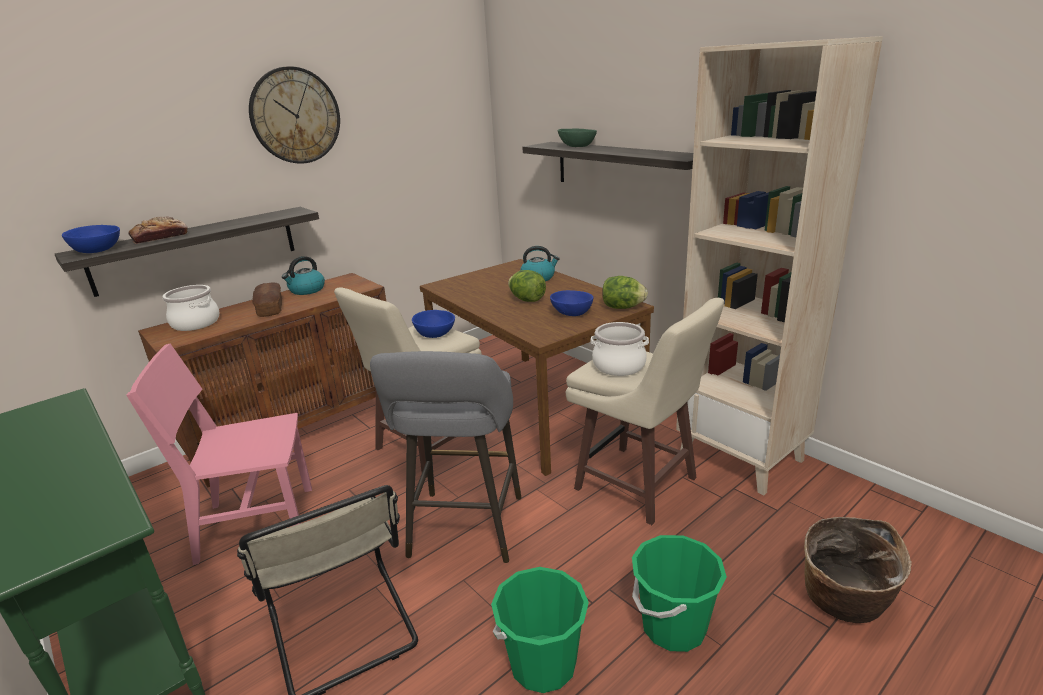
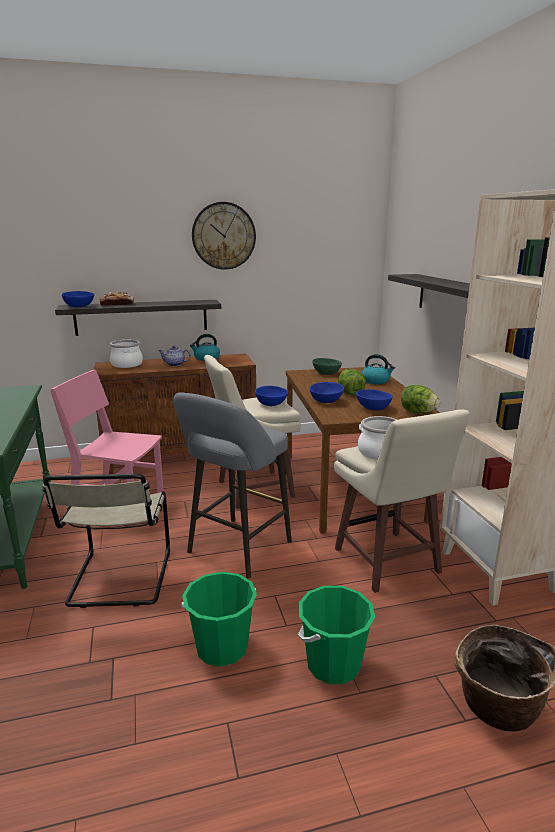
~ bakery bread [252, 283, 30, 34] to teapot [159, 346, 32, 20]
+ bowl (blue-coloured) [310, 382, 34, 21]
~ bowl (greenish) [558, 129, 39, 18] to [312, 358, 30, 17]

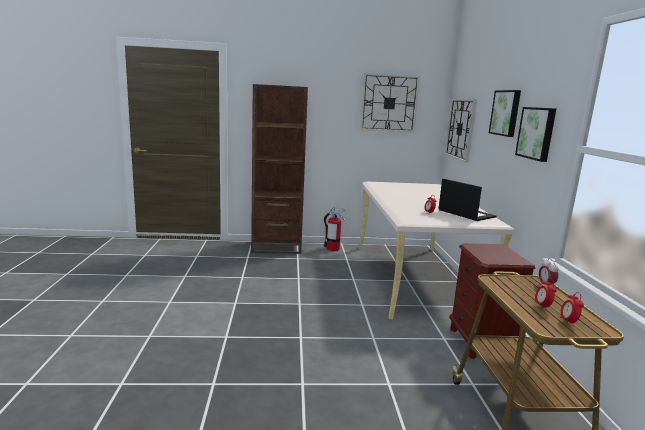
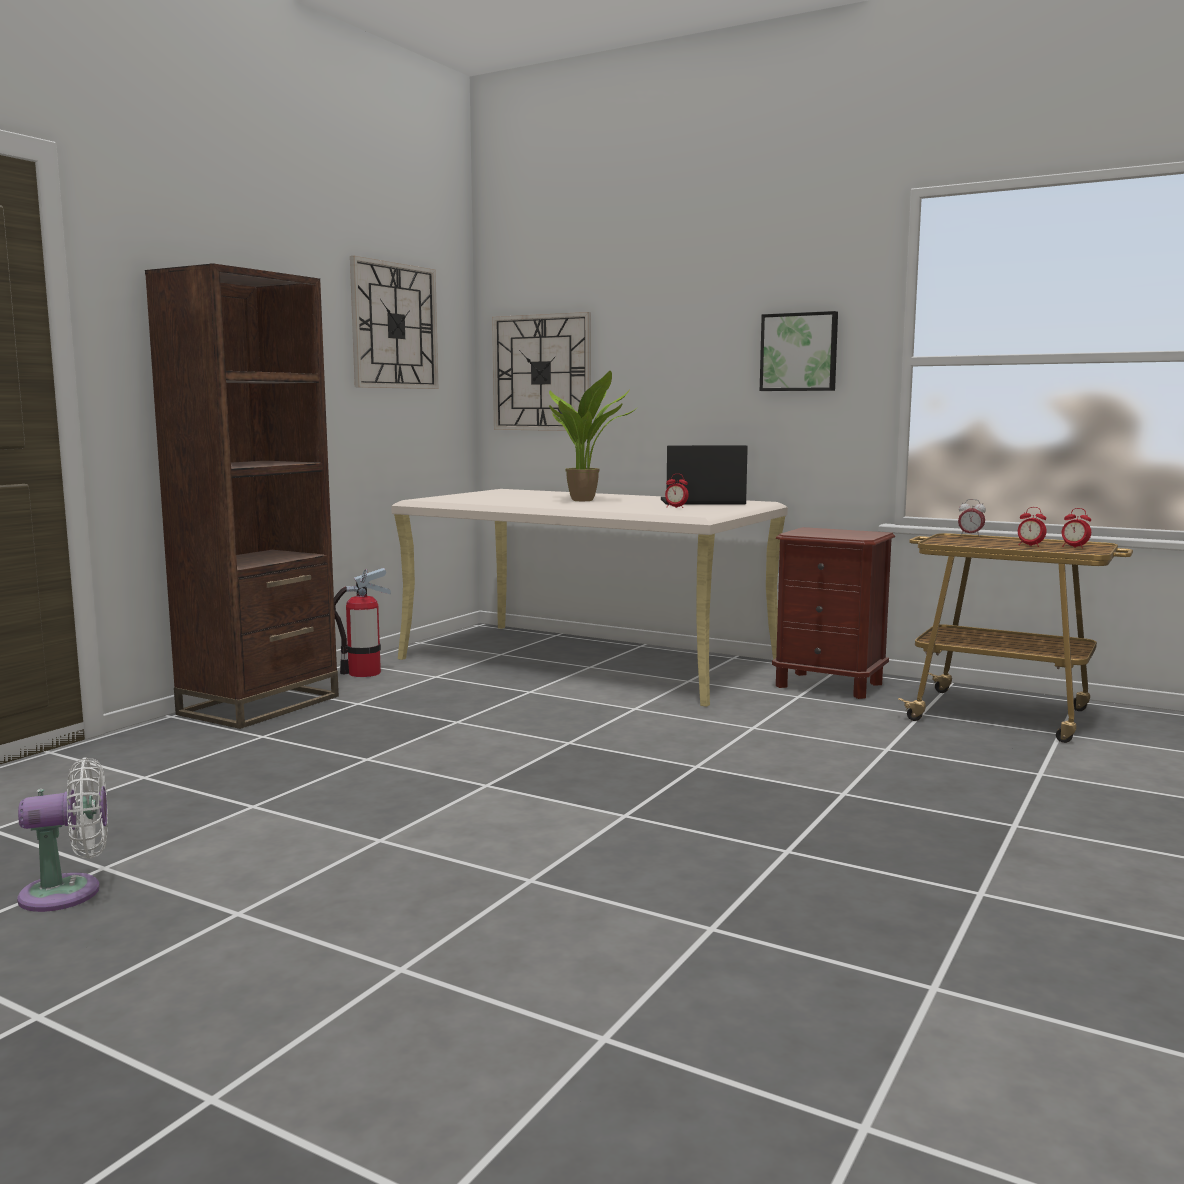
+ cooling fan (whitish) [17, 757, 91, 155]
+ potted plant [549, 371, 87, 130]
- wall picture [489, 90, 32, 47]

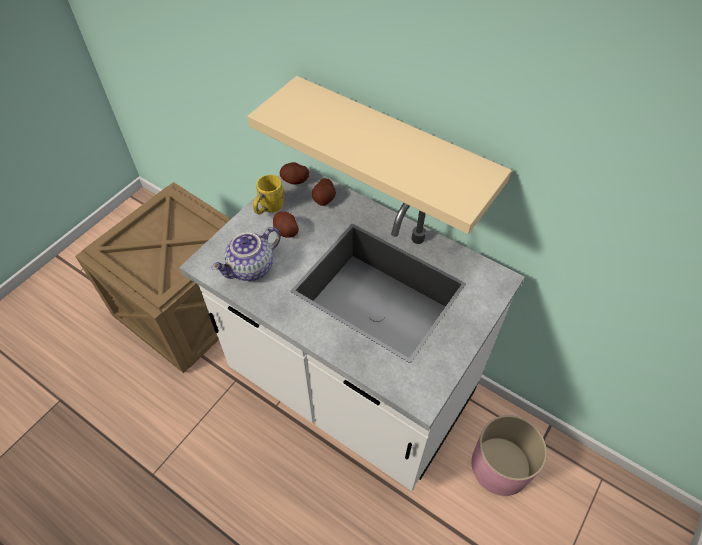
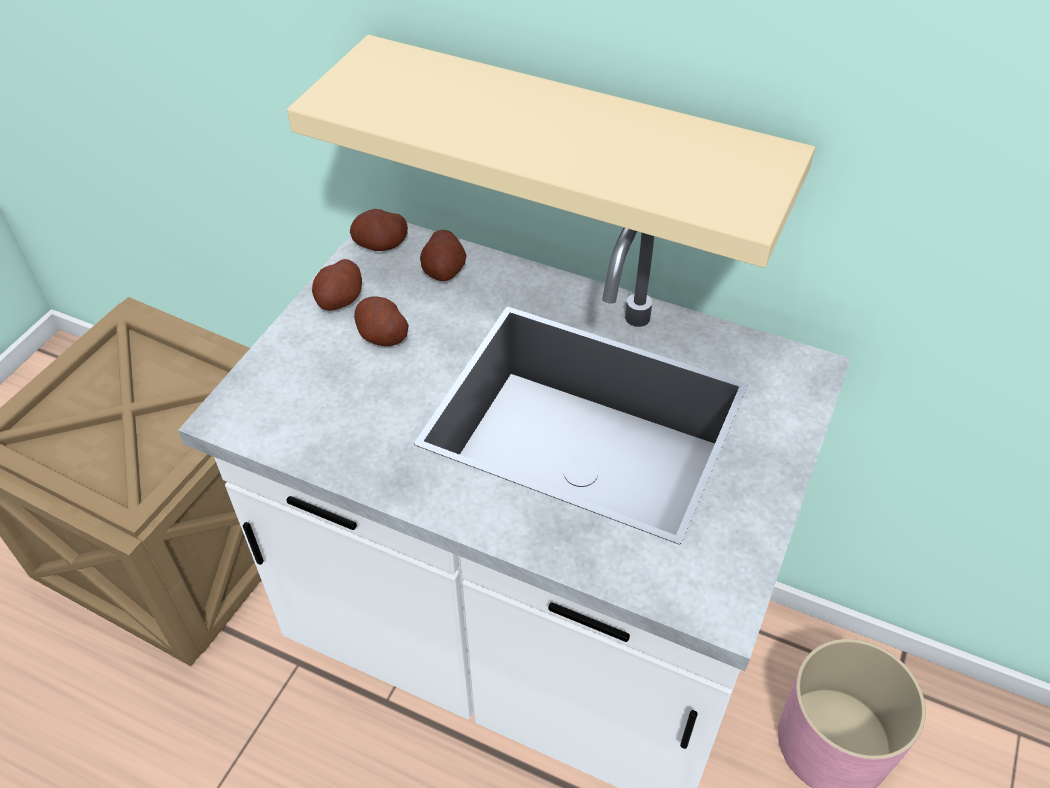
~ mug (yellow) [253, 175, 31, 39] to potato [312, 259, 50, 51]
- teapot [211, 227, 70, 54]

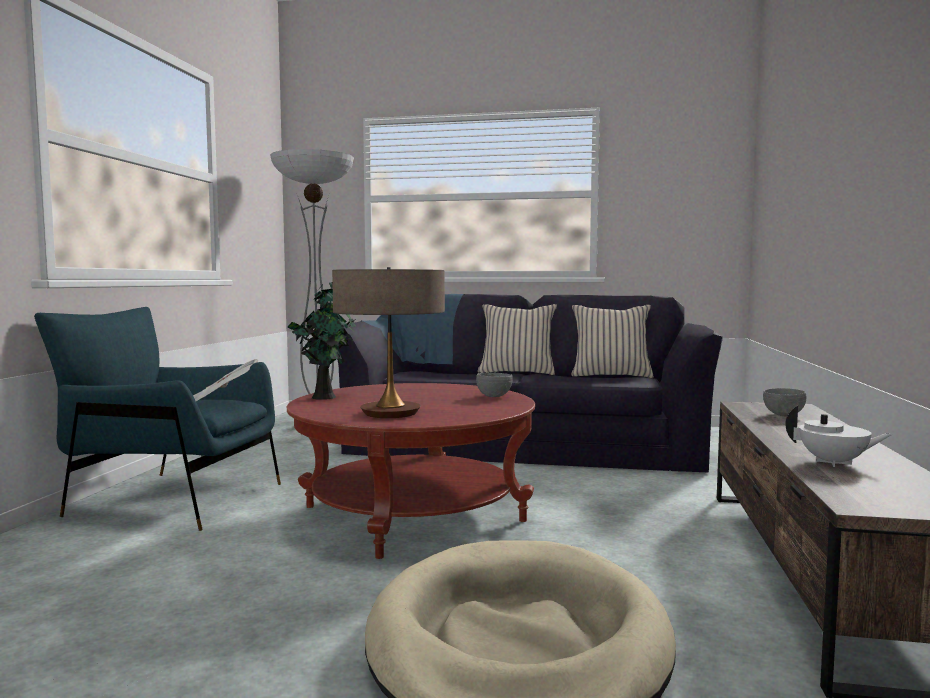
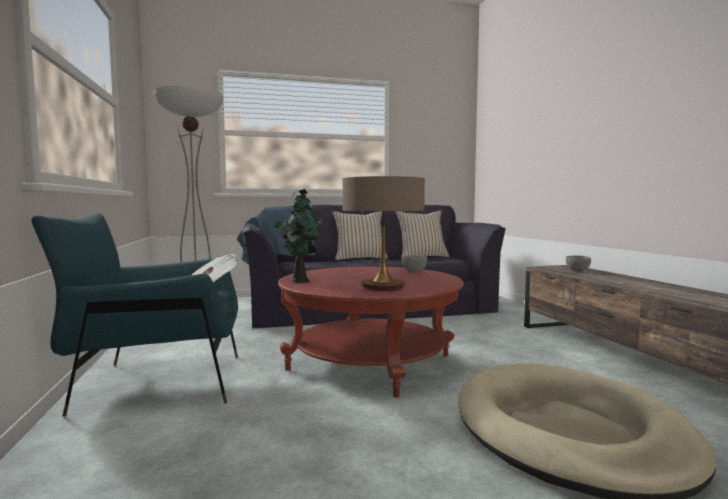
- teapot (whitish) [785, 405, 108, 62]

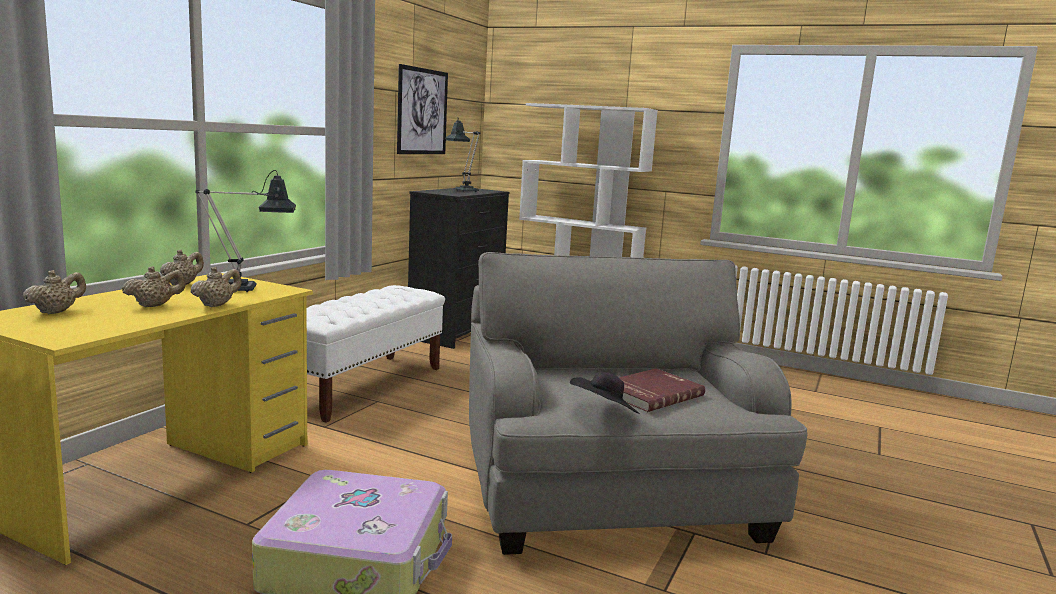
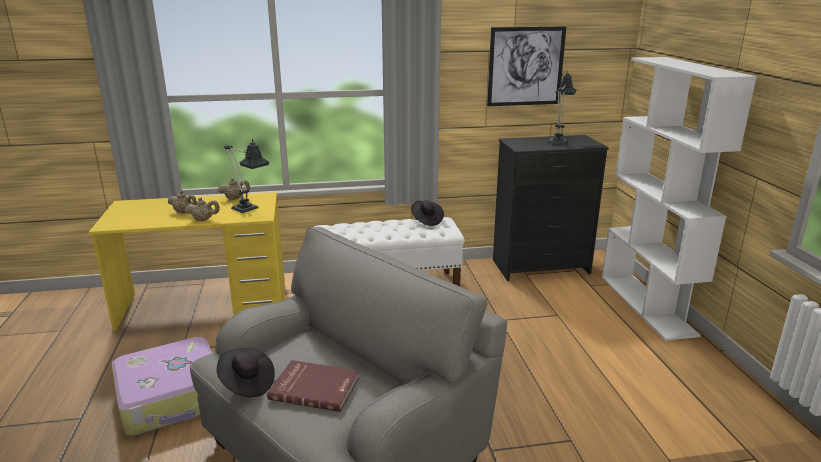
+ clothing hat (black) [411, 200, 33, 26]
- teapot (sand-coloured) [23, 270, 63, 44]

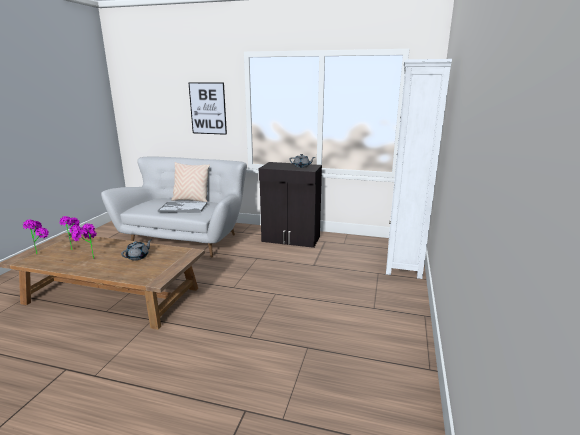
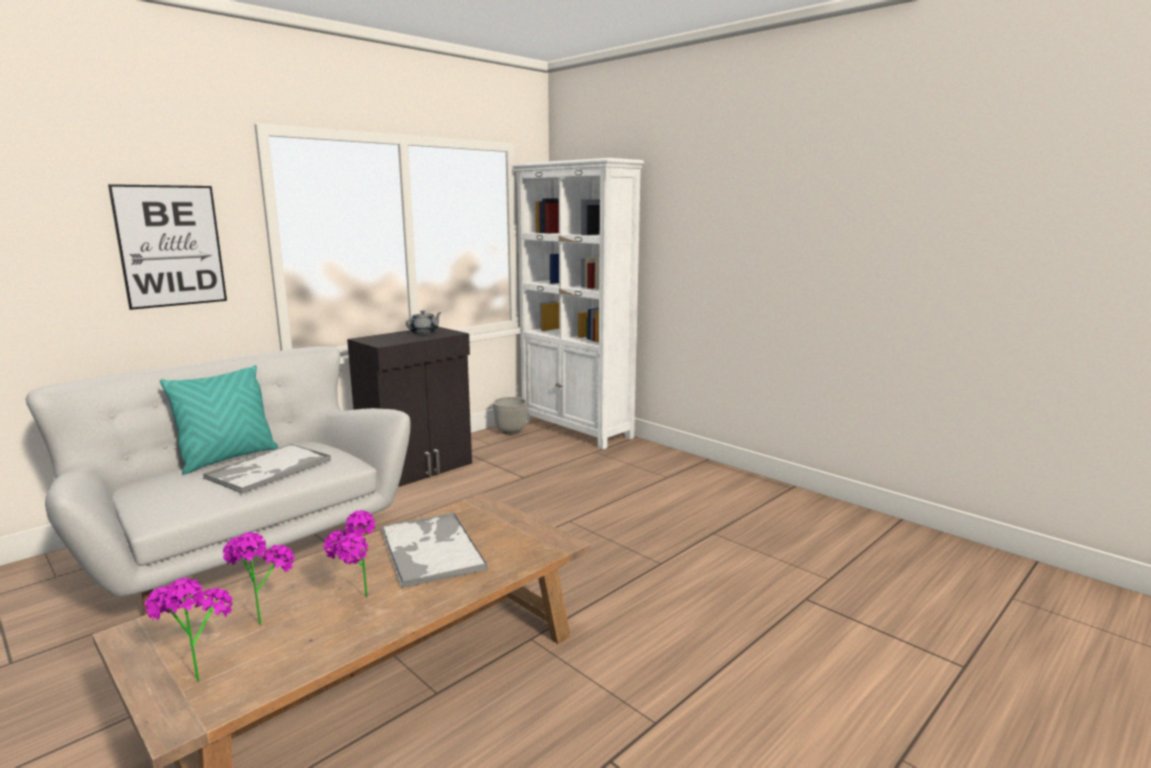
~ pillow (sand-coloured) [171, 162, 39, 40] to pillow (blue-green) [160, 365, 118, 110]
~ teapot (greyish) [121, 239, 31, 21] to serving tray [381, 512, 107, 76]
+ planter [493, 397, 35, 38]

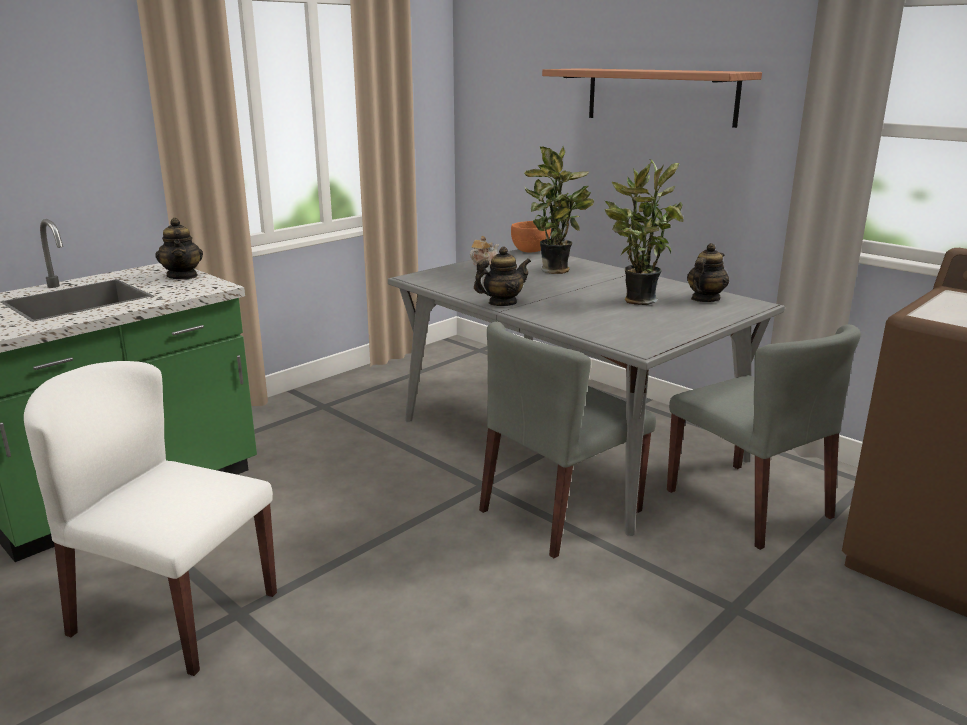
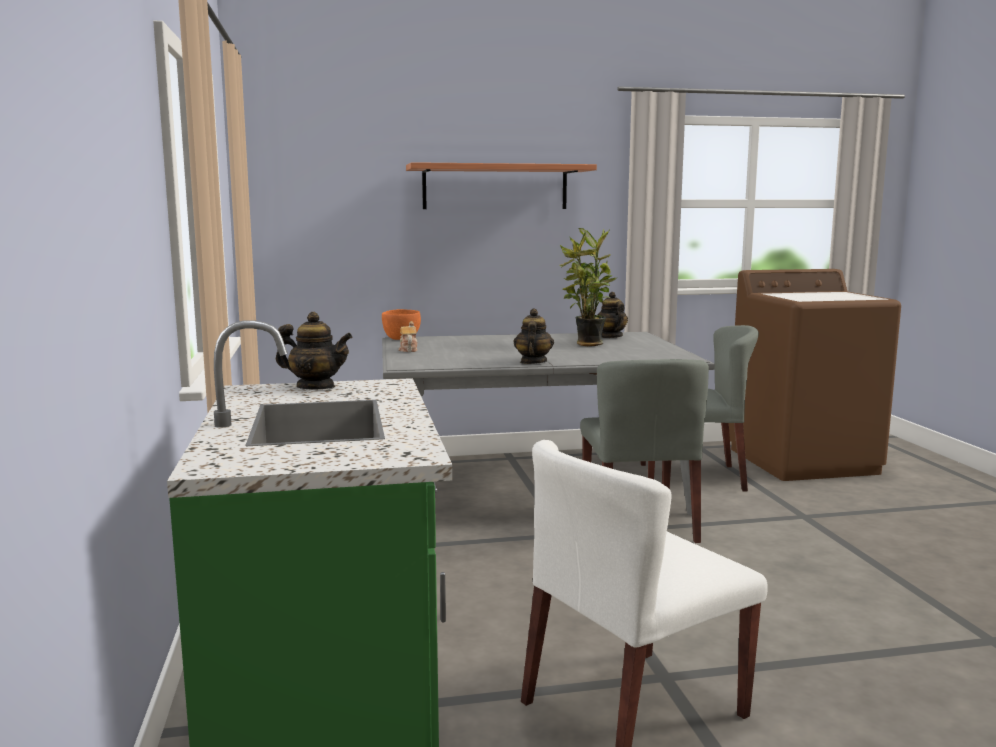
- potted plant [524, 146, 70, 128]

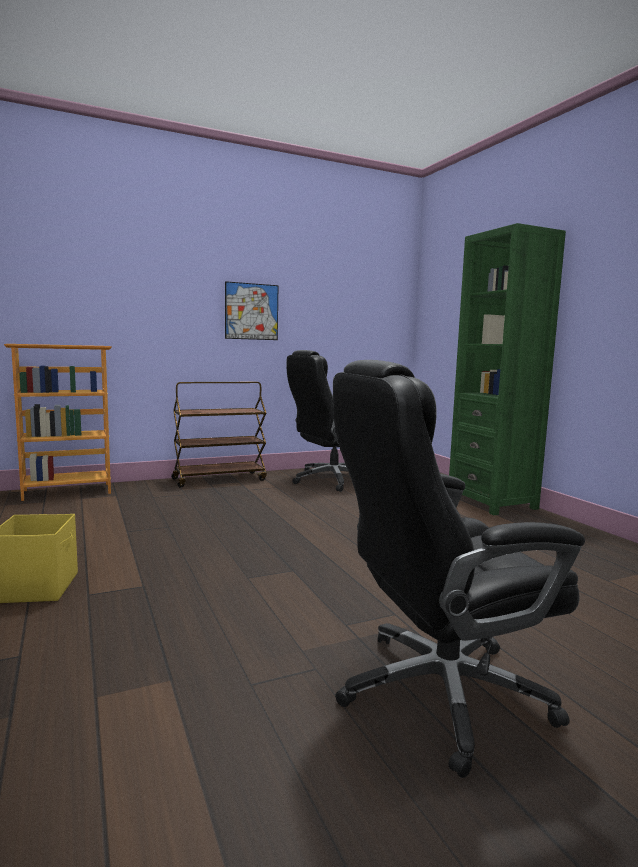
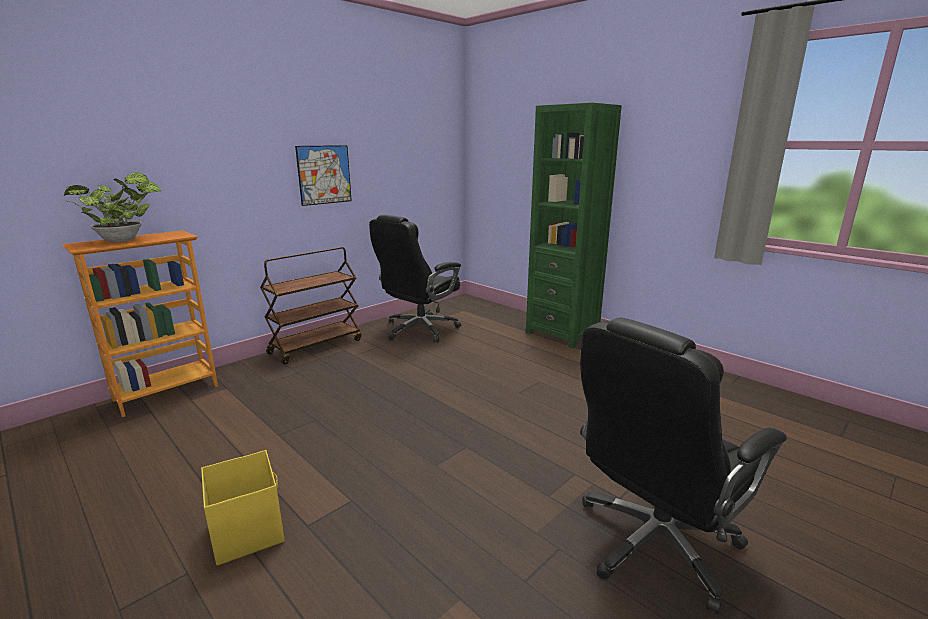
+ potted plant [64, 172, 97, 71]

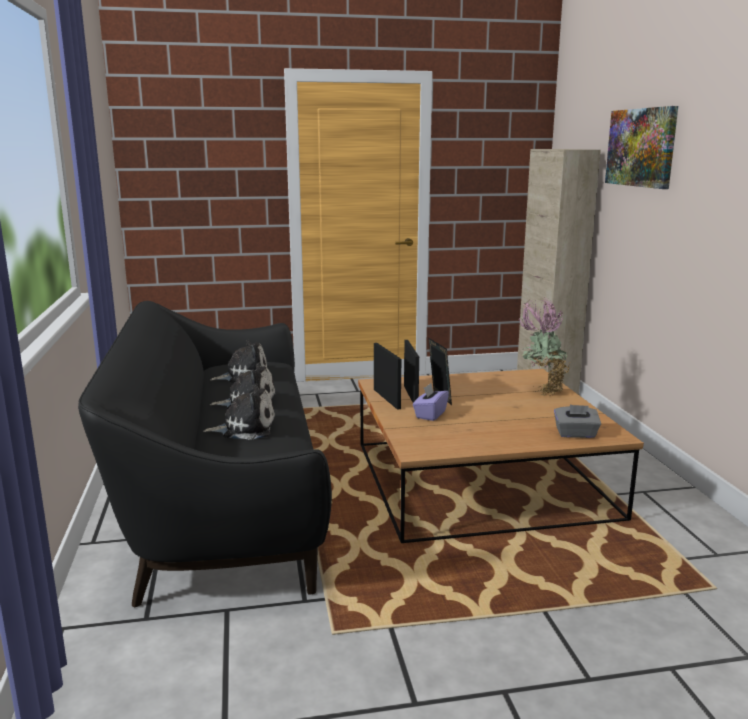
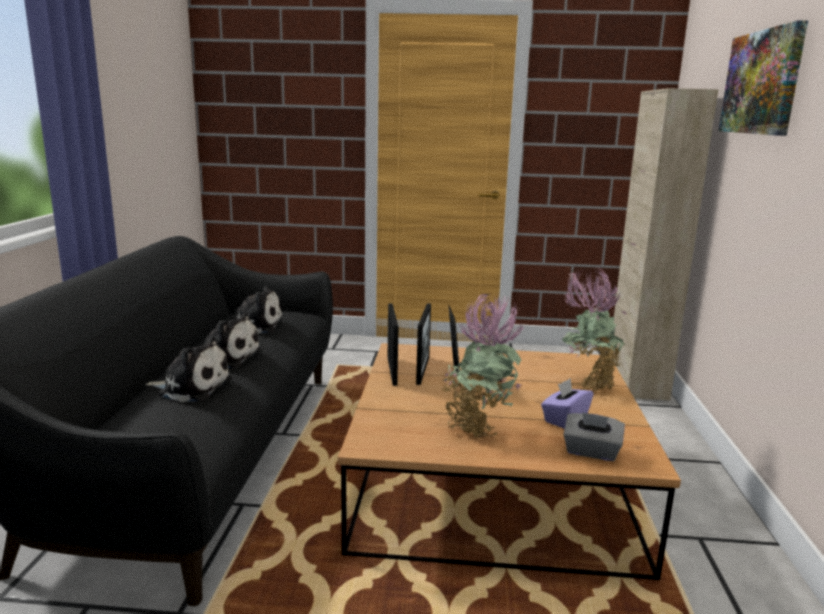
+ potted plant [440, 294, 84, 145]
~ tissue box (purple) [413, 383, 36, 38] to [541, 379, 52, 50]

